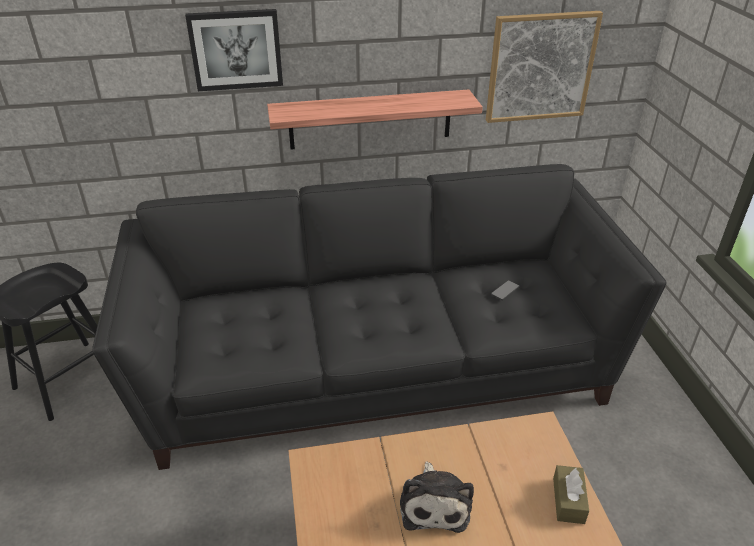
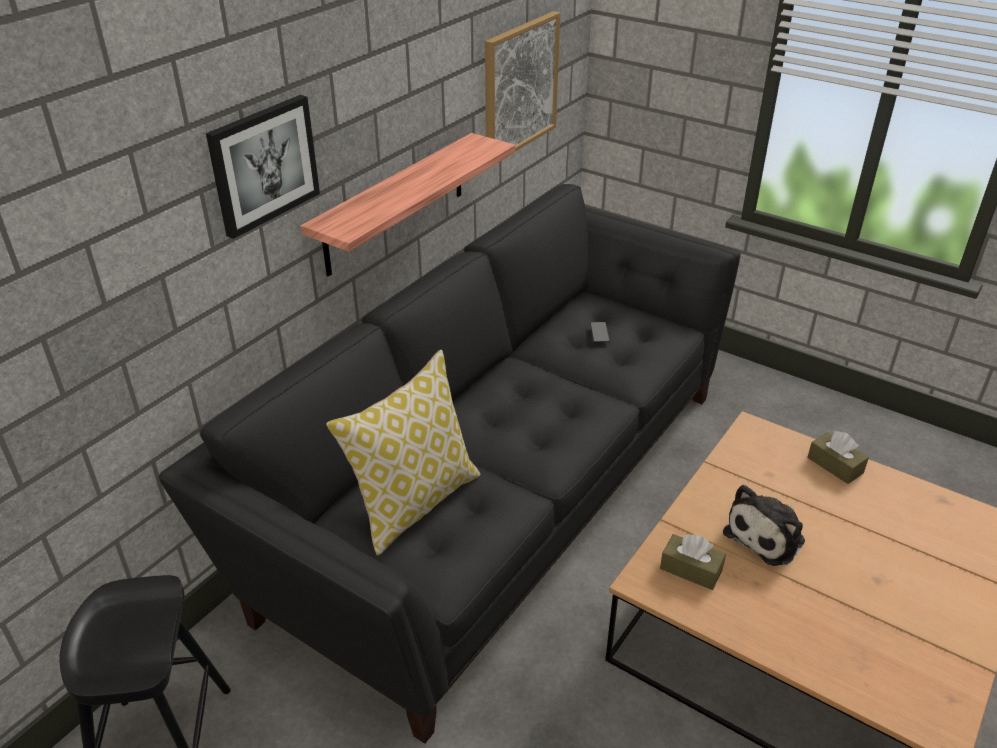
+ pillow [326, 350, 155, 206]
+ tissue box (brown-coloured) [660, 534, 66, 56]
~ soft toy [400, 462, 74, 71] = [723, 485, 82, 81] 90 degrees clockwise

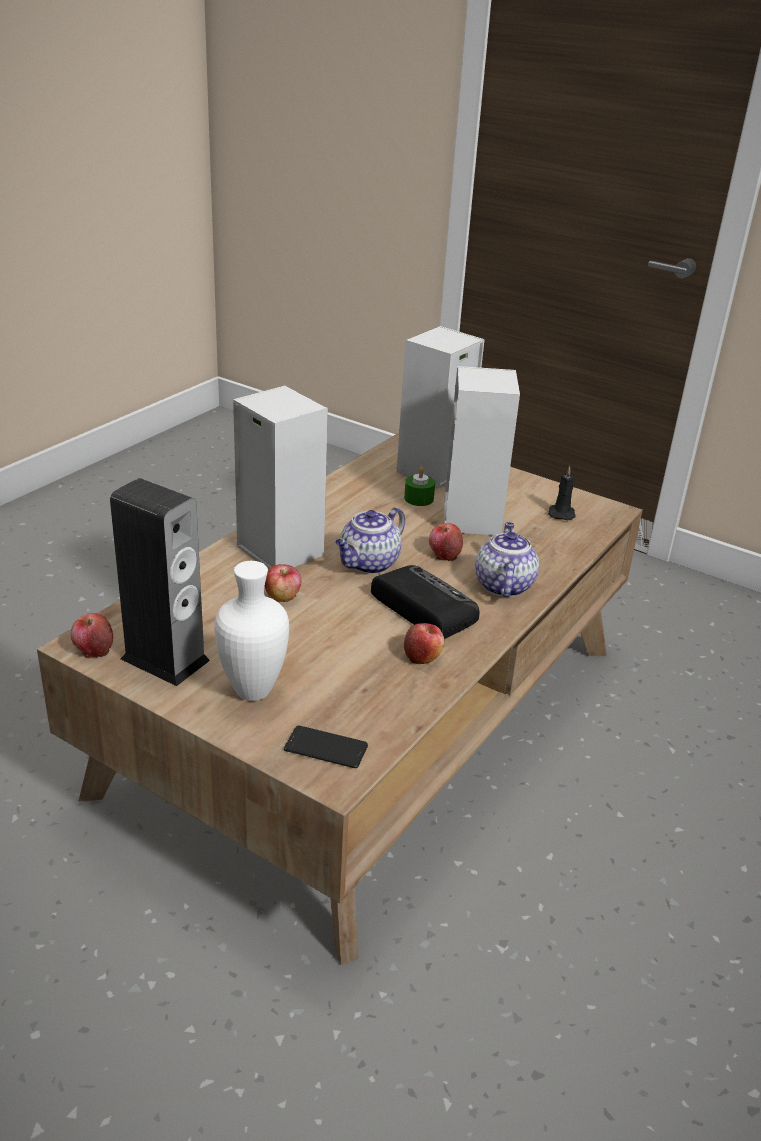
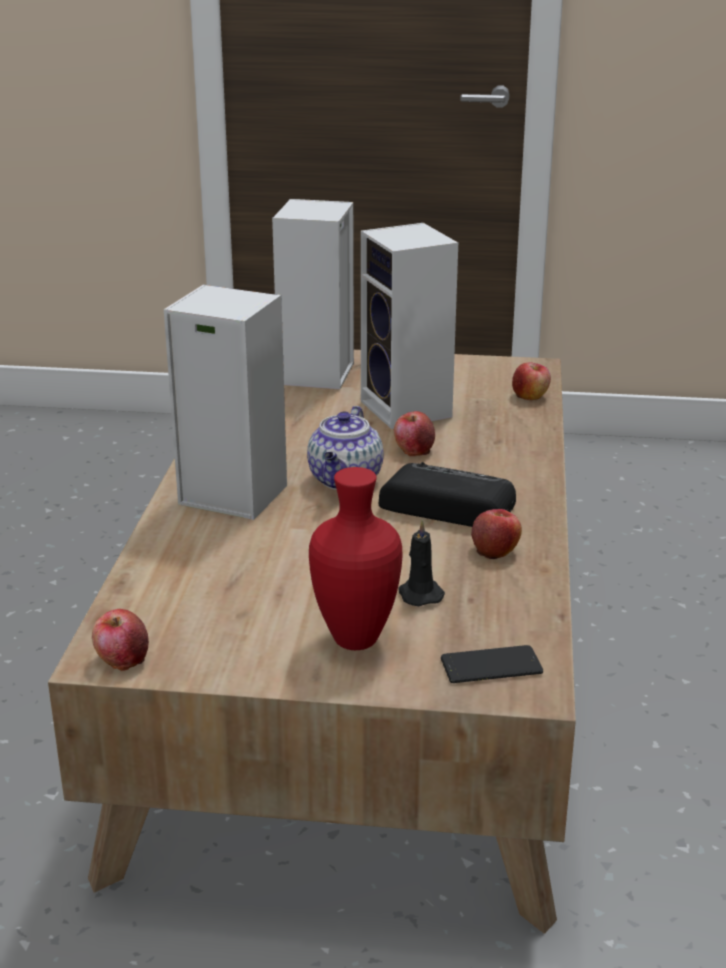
~ decorative vase (whitish) [214, 561, 75, 140] to decorative vase (red) [309, 467, 94, 183]
~ candle (black) [548, 466, 28, 54] to [399, 519, 46, 87]
~ apple fruit [265, 564, 36, 38] to [512, 362, 39, 38]
- speaker [110, 478, 100, 208]
- candle (greenish) [404, 467, 31, 39]
- teapot [475, 522, 64, 75]

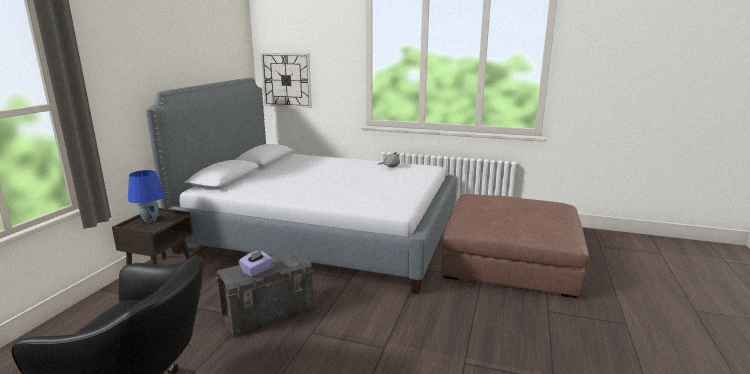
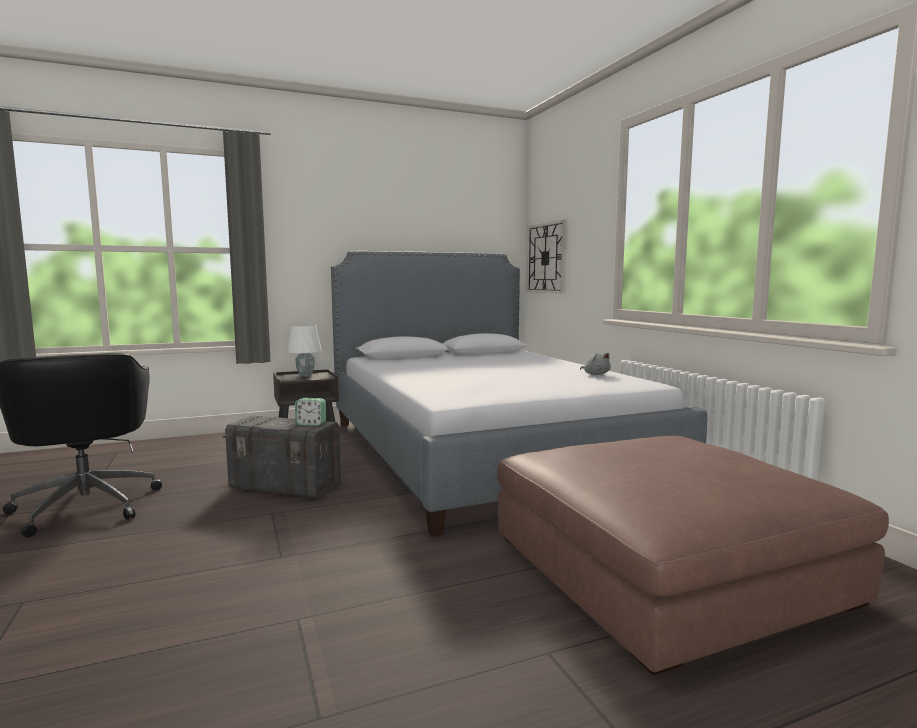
~ table lamp (blue-coloured) [128, 170, 37, 52] to table lamp (whitish) [287, 325, 35, 52]
+ bedside clock [295, 398, 31, 28]
- tissue box (purple) [239, 250, 33, 27]

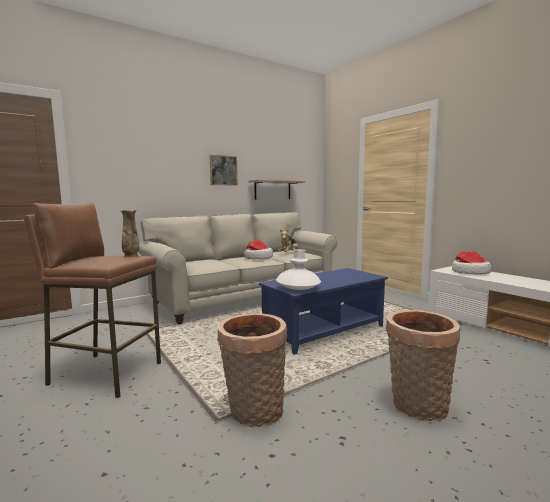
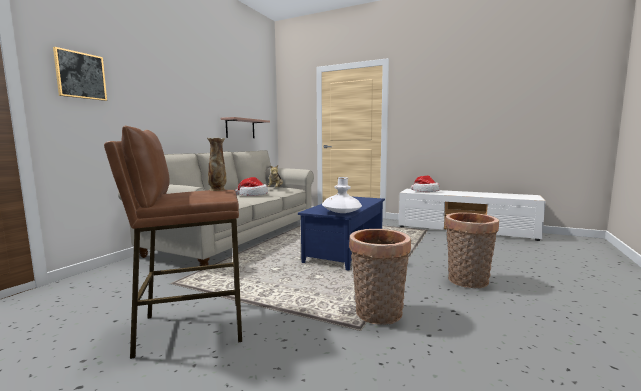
~ wall picture [209, 155, 29, 31] to [53, 47, 54, 54]

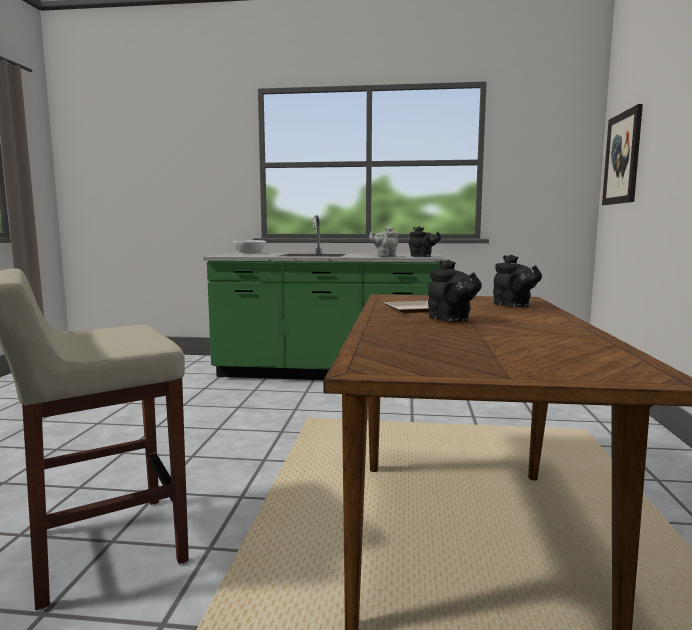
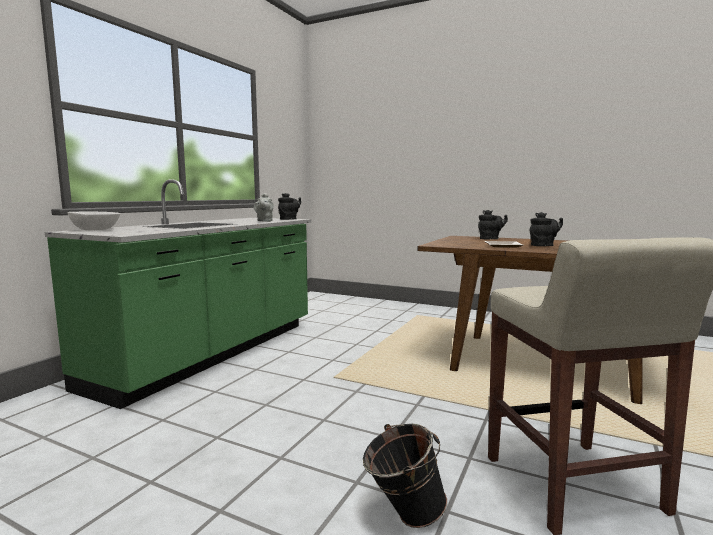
+ water bucket (black) [363, 424, 84, 104]
- wall picture [602, 104, 41, 101]

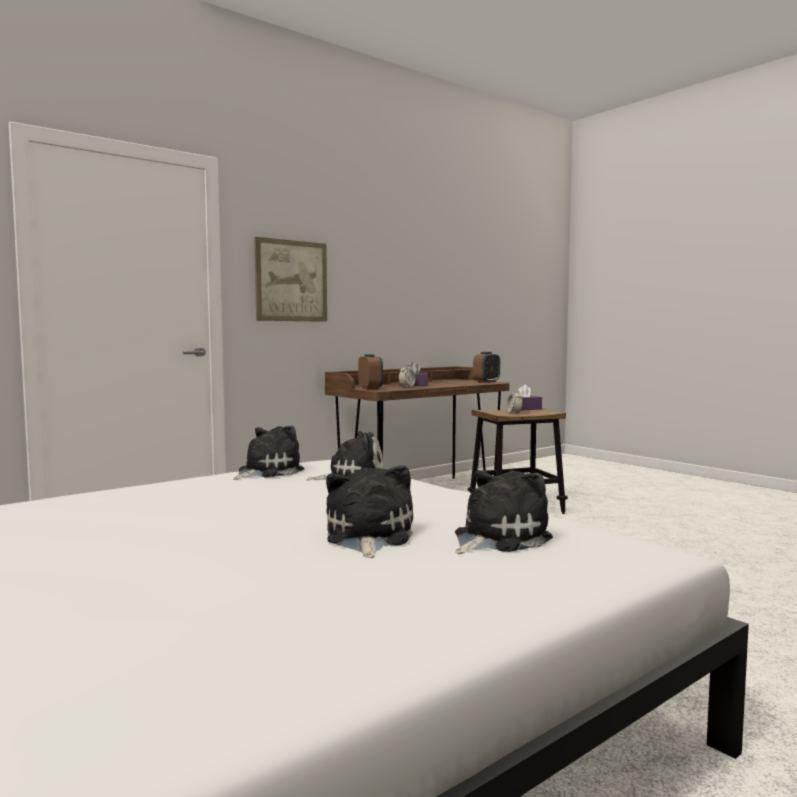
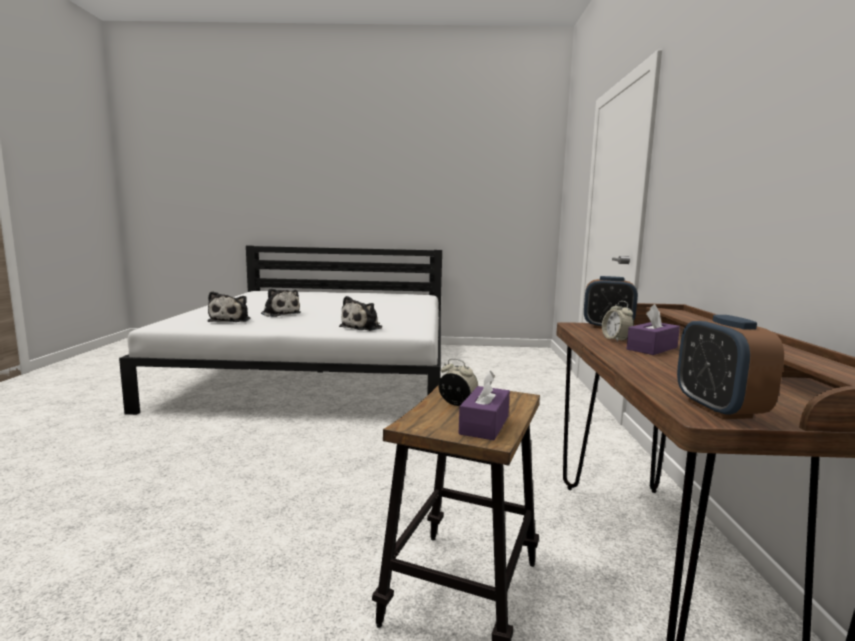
- soft toy [233, 426, 71, 54]
- wall picture [254, 237, 73, 85]

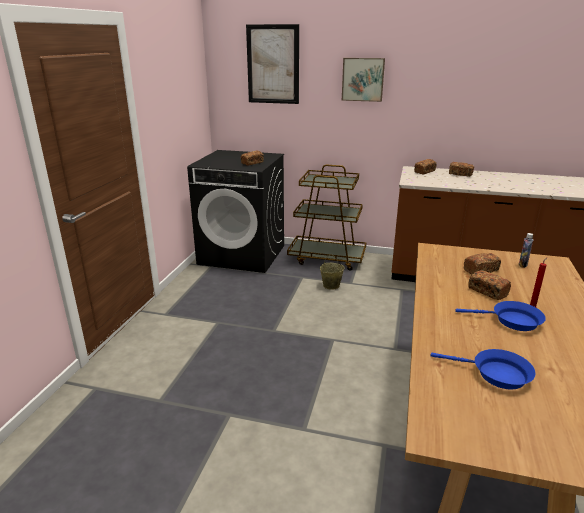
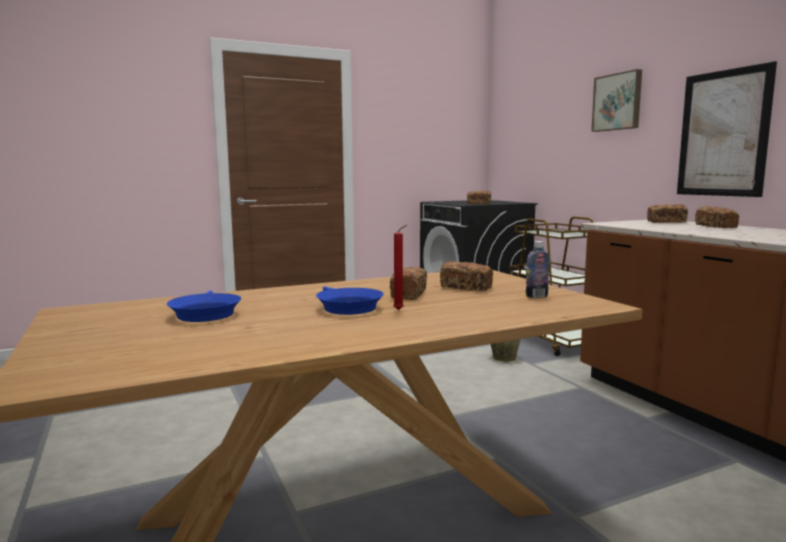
~ wall picture [246, 24, 53, 80] to [677, 61, 100, 136]

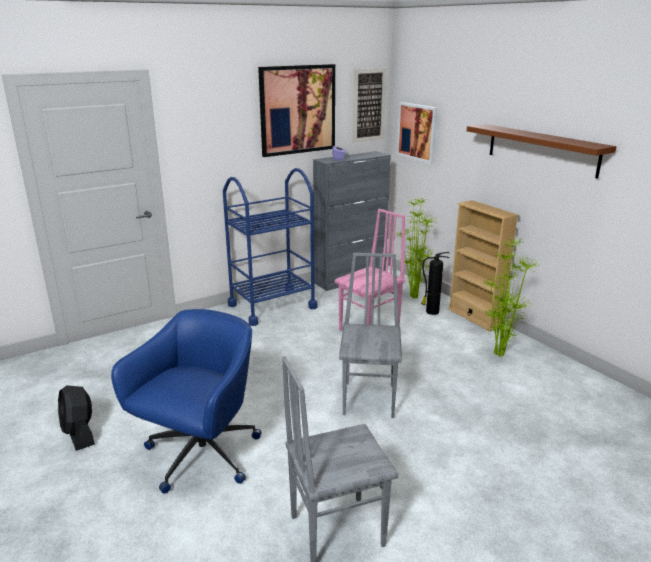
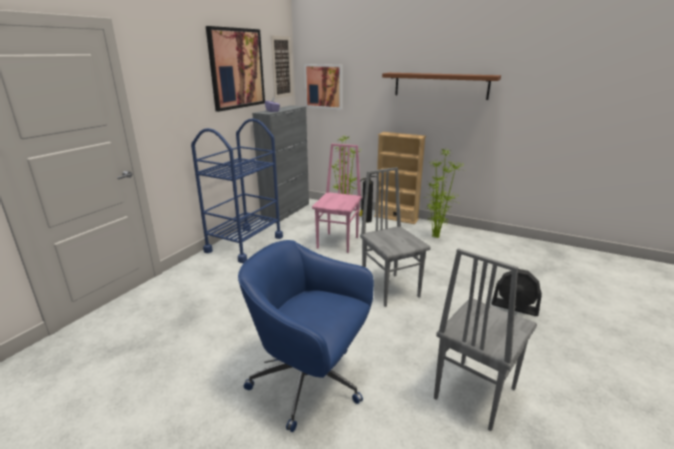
~ desk chair (blue-coloured) [111, 309, 150, 185] = [238, 240, 136, 192] 60 degrees counterclockwise
~ cooling fan (black) [58, 385, 37, 66] to [491, 269, 51, 47]

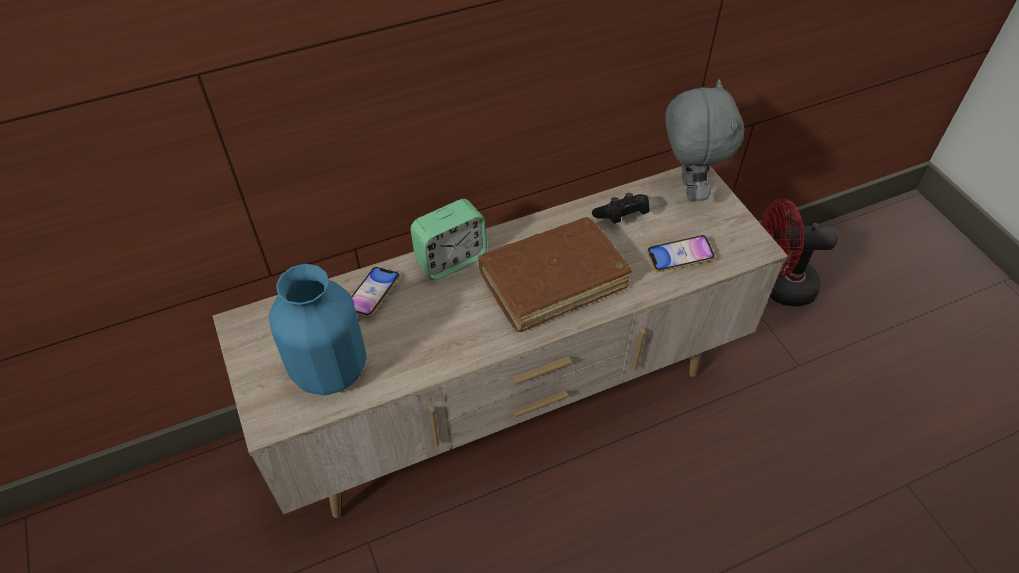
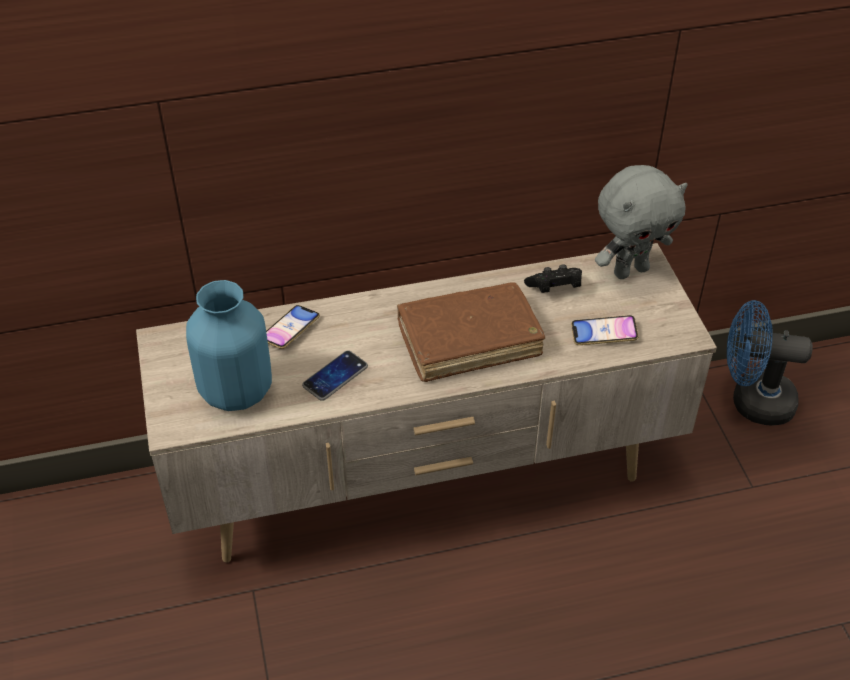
+ phone [302, 350, 66, 51]
~ soft toy (greyish) [665, 79, 79, 122] = [595, 165, 93, 114] 60 degrees clockwise
~ cooling fan (red) [760, 199, 78, 108] to cooling fan (blue-coloured) [727, 300, 86, 126]
- bedside clock [410, 199, 77, 81]

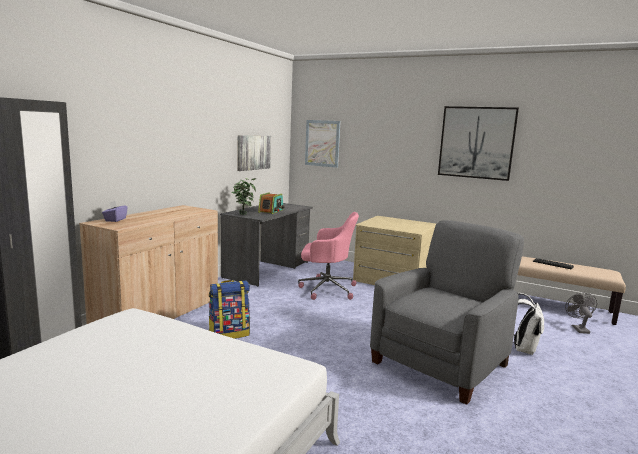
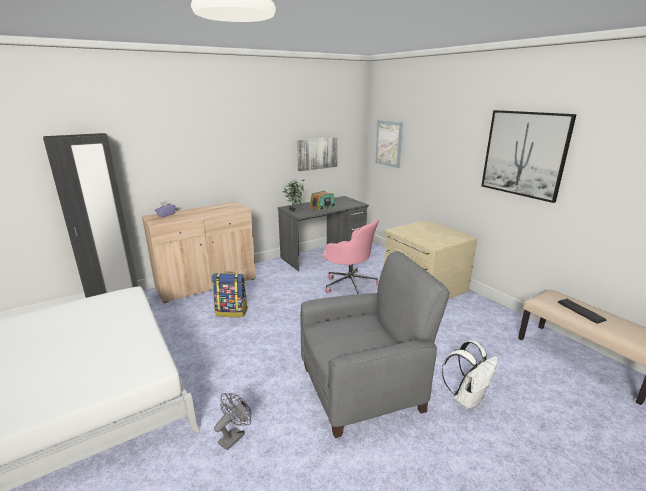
~ cooling fan (greyish) [565, 292, 32, 42] to [214, 393, 37, 57]

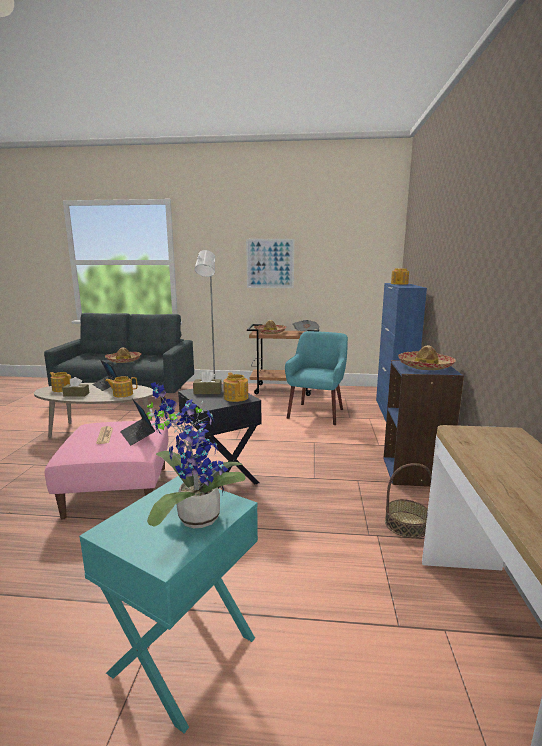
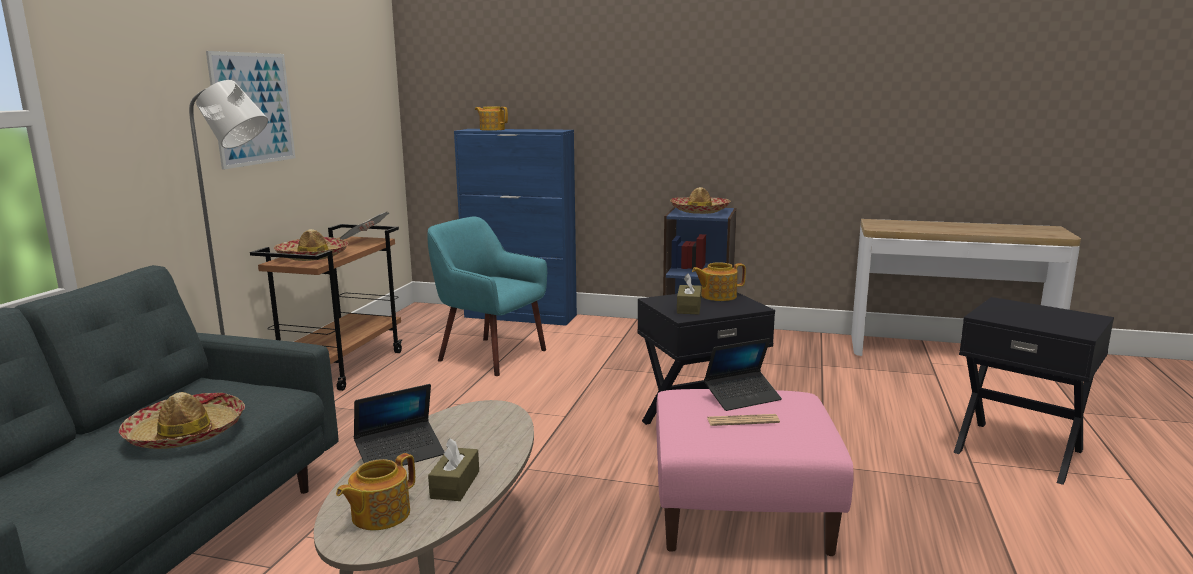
~ end table (blue-green) [79, 476, 179, 257] to end table (black) [954, 297, 160, 188]
- teapot [105, 376, 32, 21]
- potted plant [146, 382, 99, 146]
- household basket [385, 463, 47, 75]

